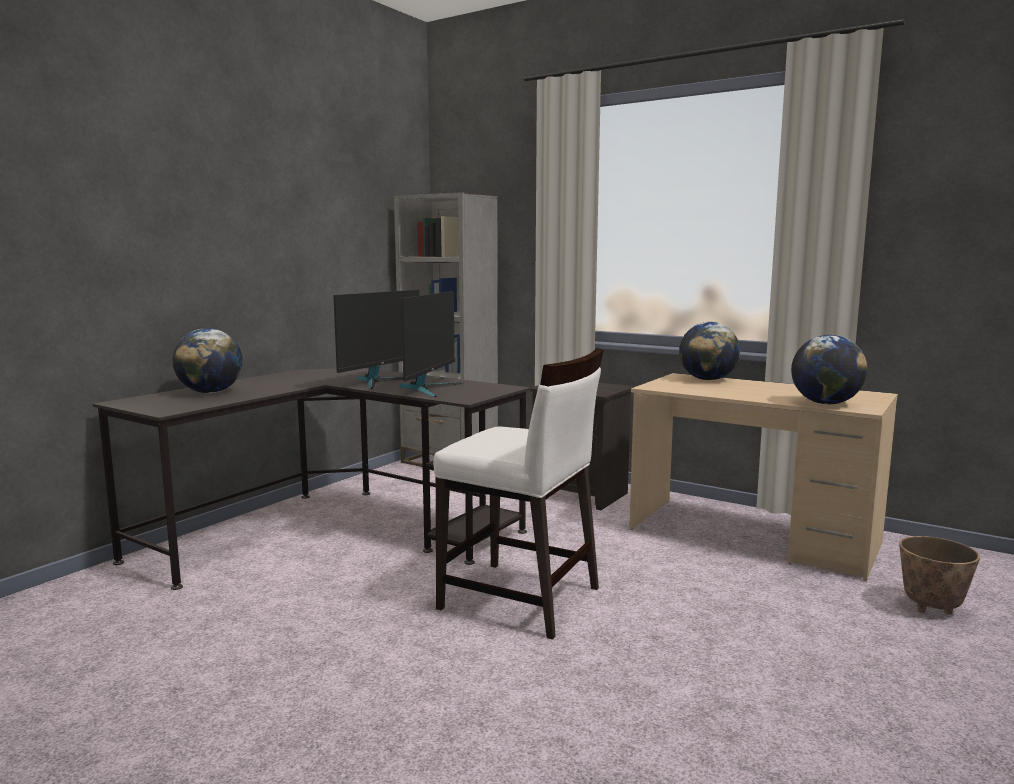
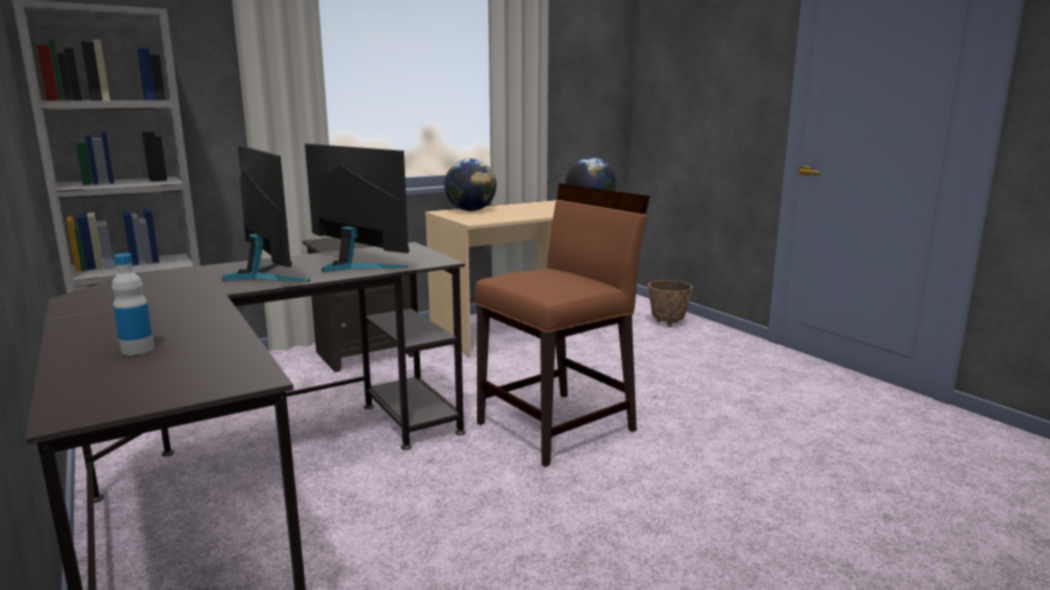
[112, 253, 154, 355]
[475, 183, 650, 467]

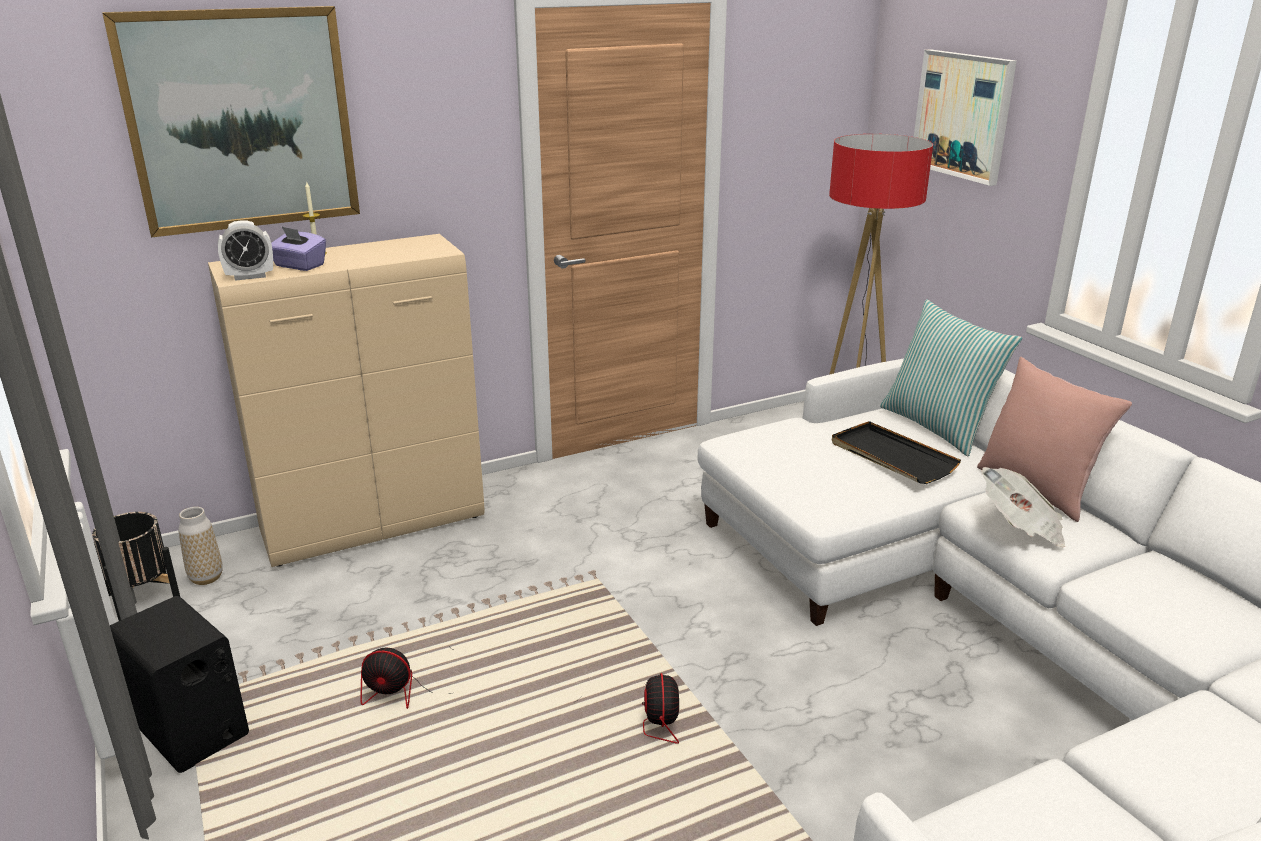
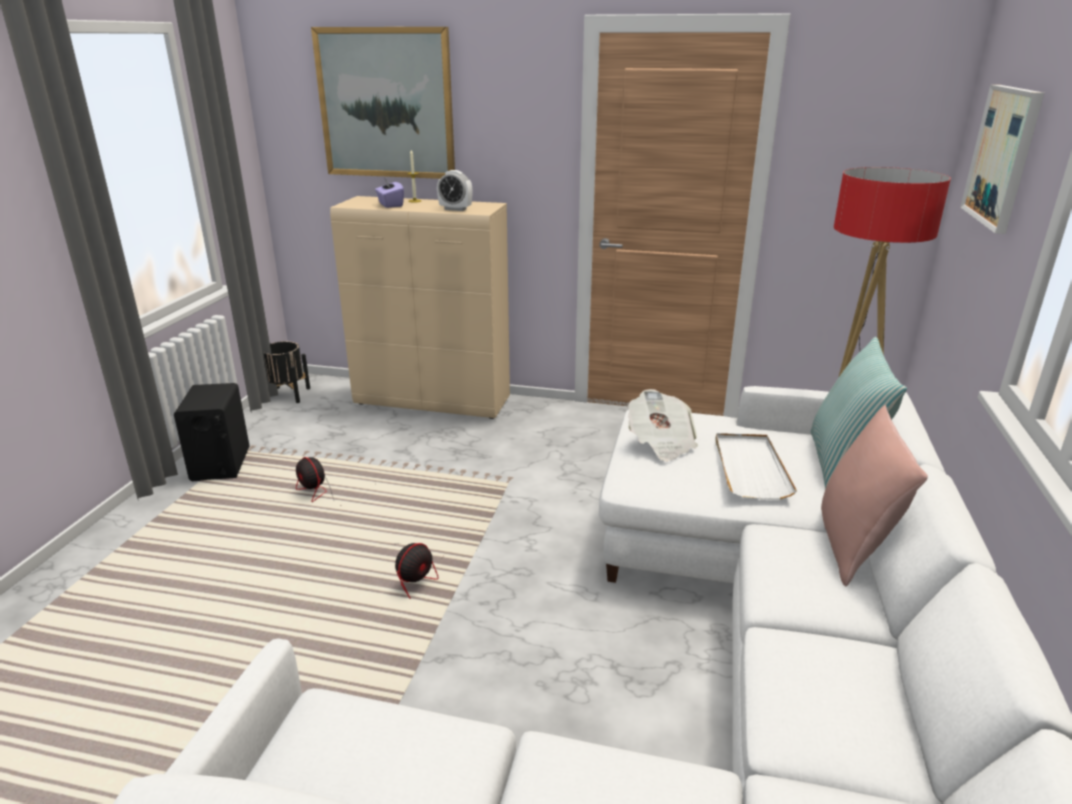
[437, 170, 472, 211]
[628, 389, 698, 462]
[716, 433, 797, 499]
[178, 507, 223, 585] (first image)

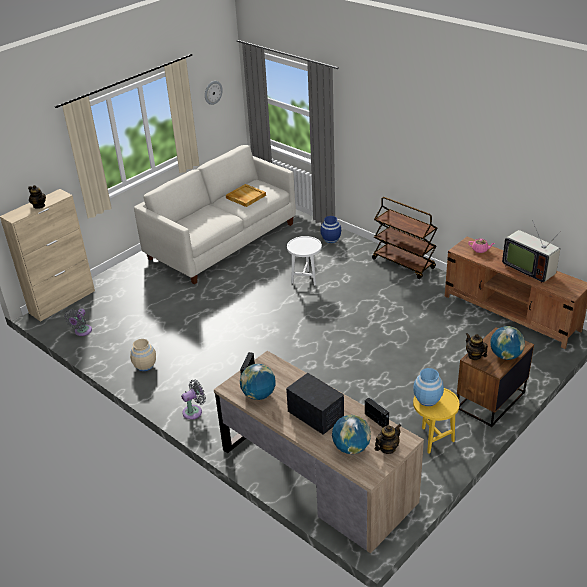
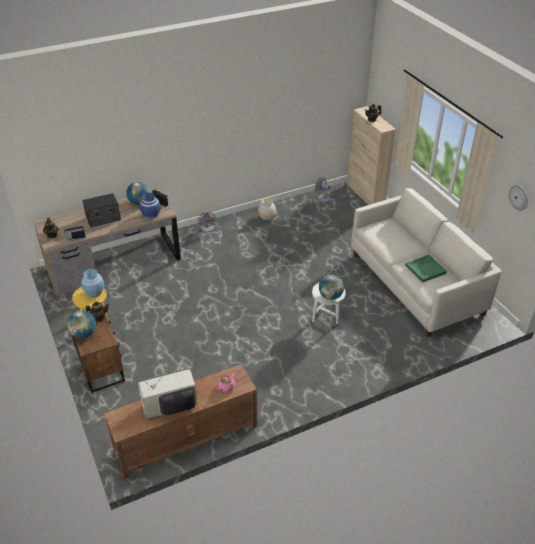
[140, 192, 161, 219]
[319, 274, 344, 300]
[405, 254, 447, 283]
[372, 197, 438, 279] (first image)

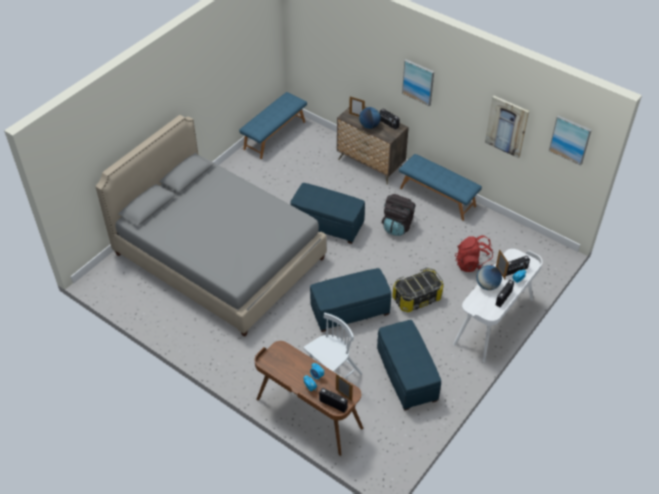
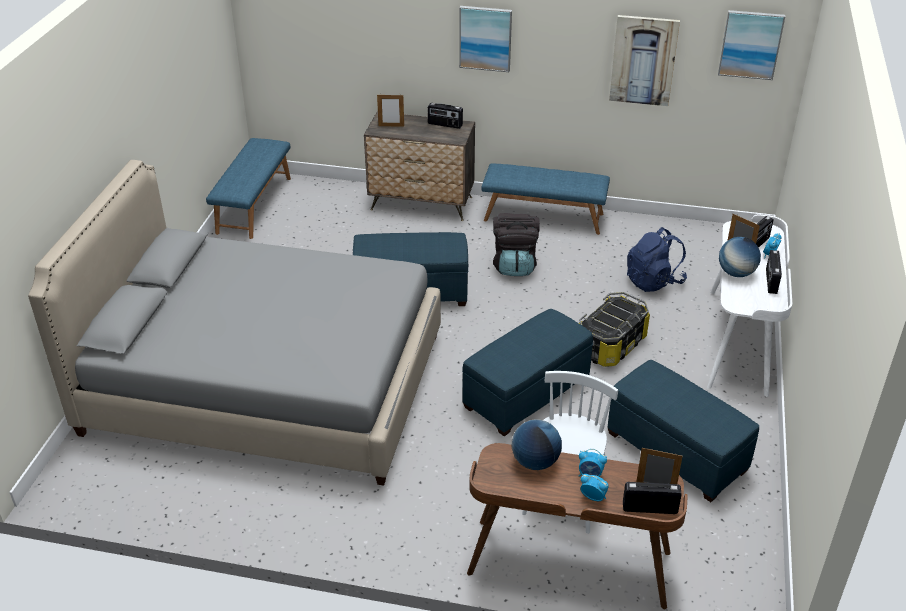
[512, 419, 562, 470]
[627, 227, 687, 292]

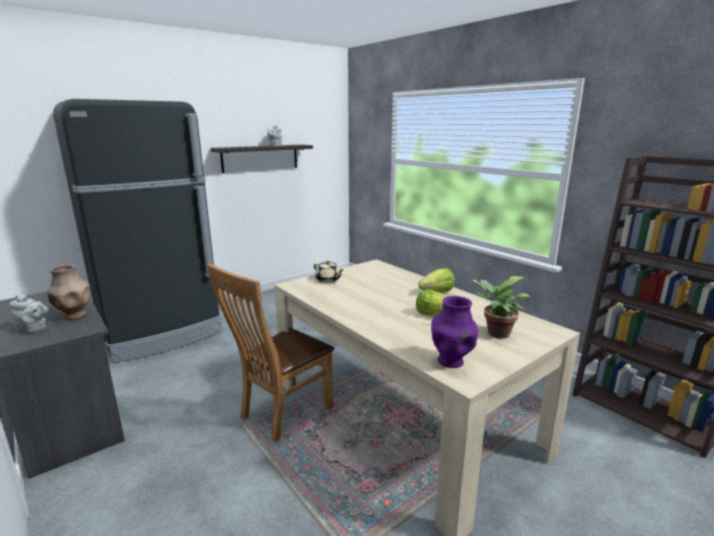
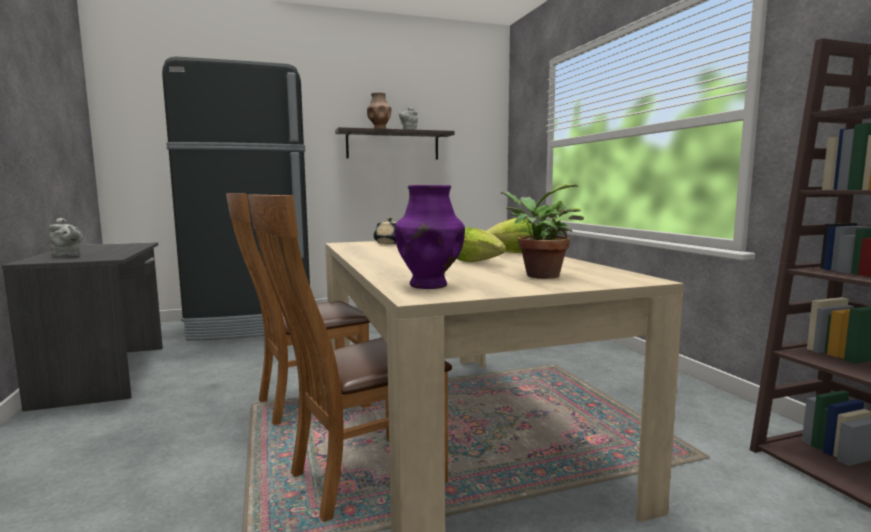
[248, 194, 452, 522]
[367, 93, 392, 129]

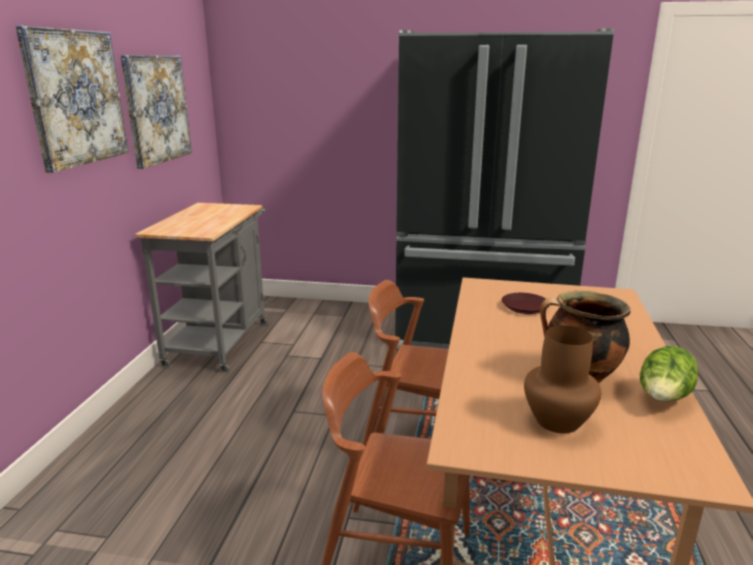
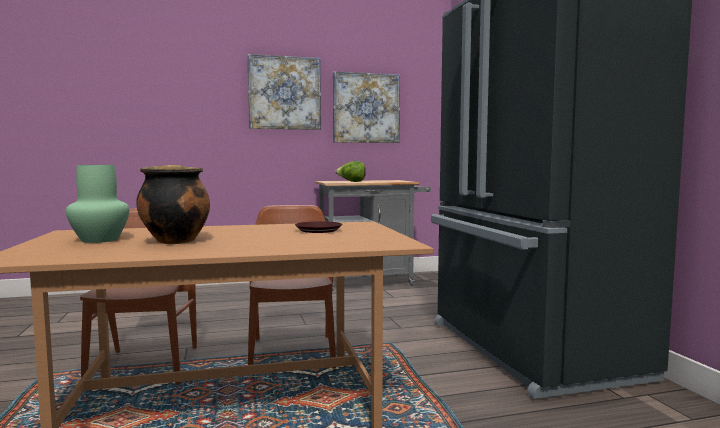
[66, 165, 129, 243]
[335, 161, 366, 182]

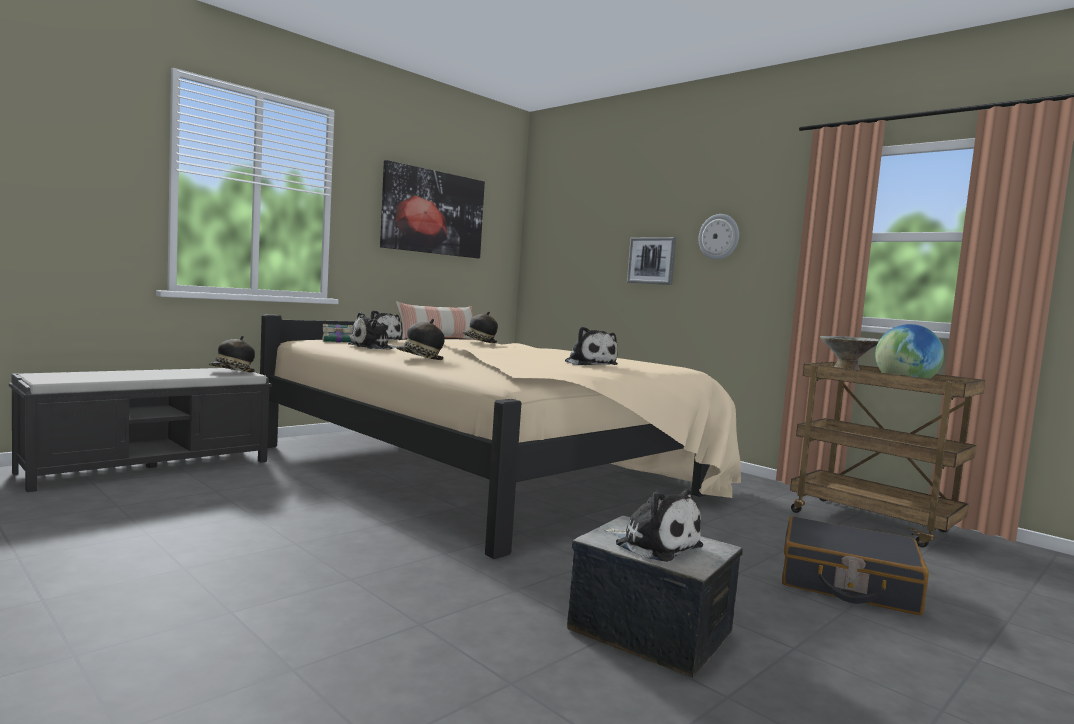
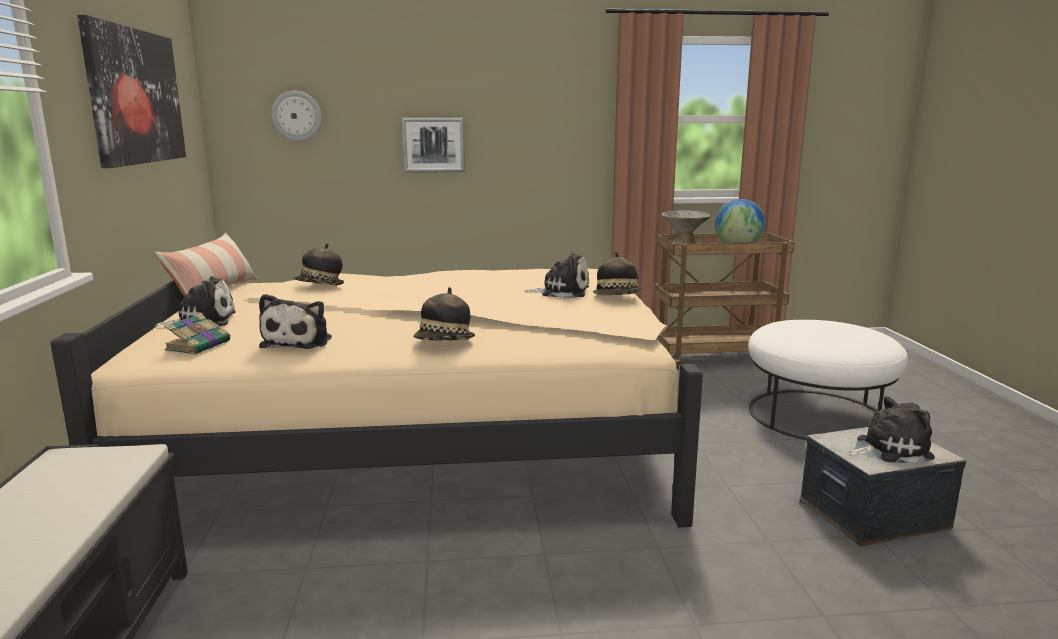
[271, 91, 322, 142]
[593, 252, 643, 295]
[748, 320, 908, 440]

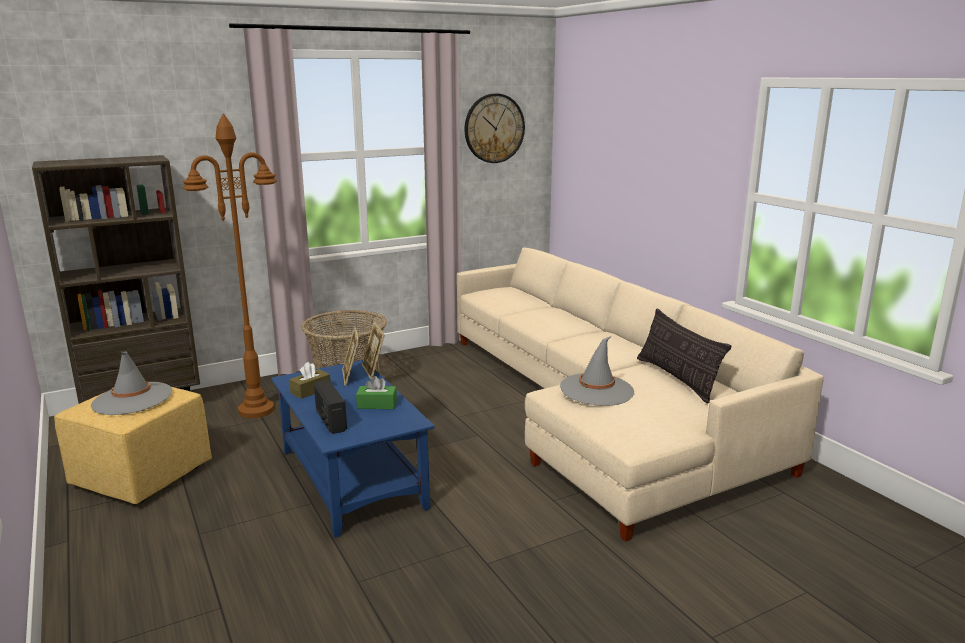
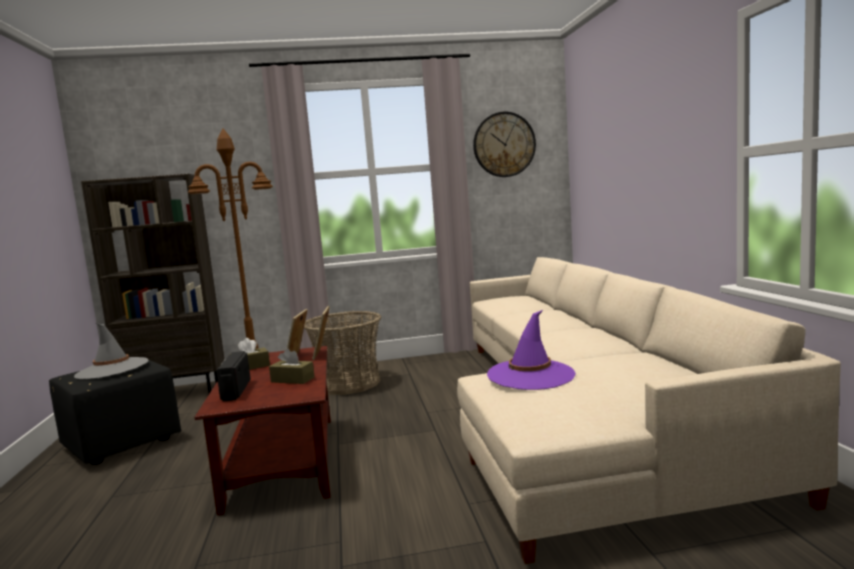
[49, 360, 181, 465]
[194, 346, 331, 516]
[269, 348, 314, 384]
[487, 310, 576, 390]
[637, 308, 731, 403] (first image)

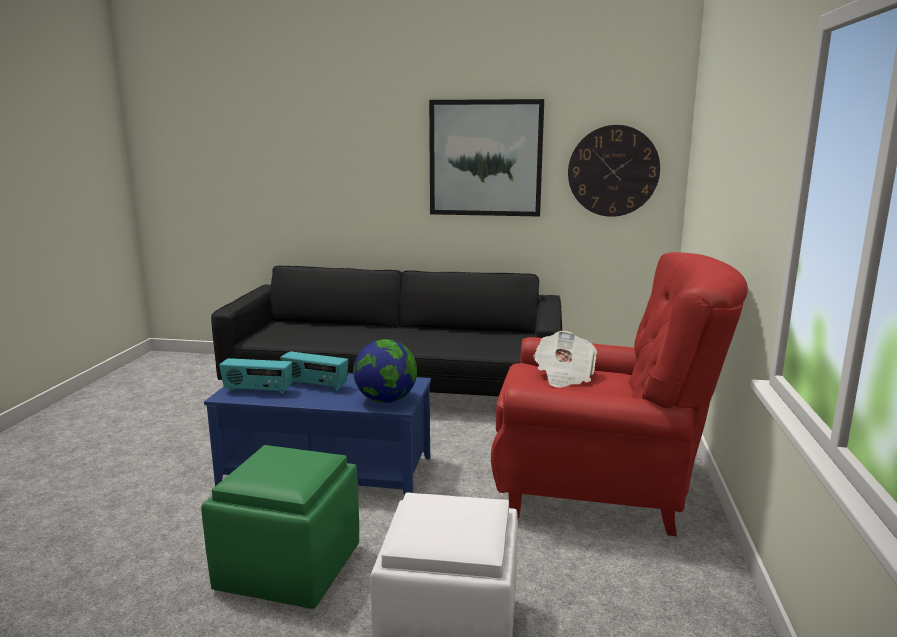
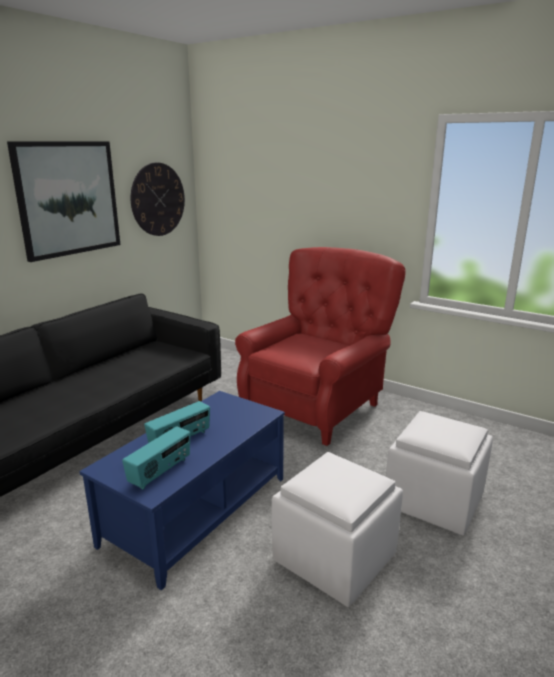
[272, 452, 403, 607]
[353, 339, 417, 403] (first image)
[534, 331, 597, 387] (first image)

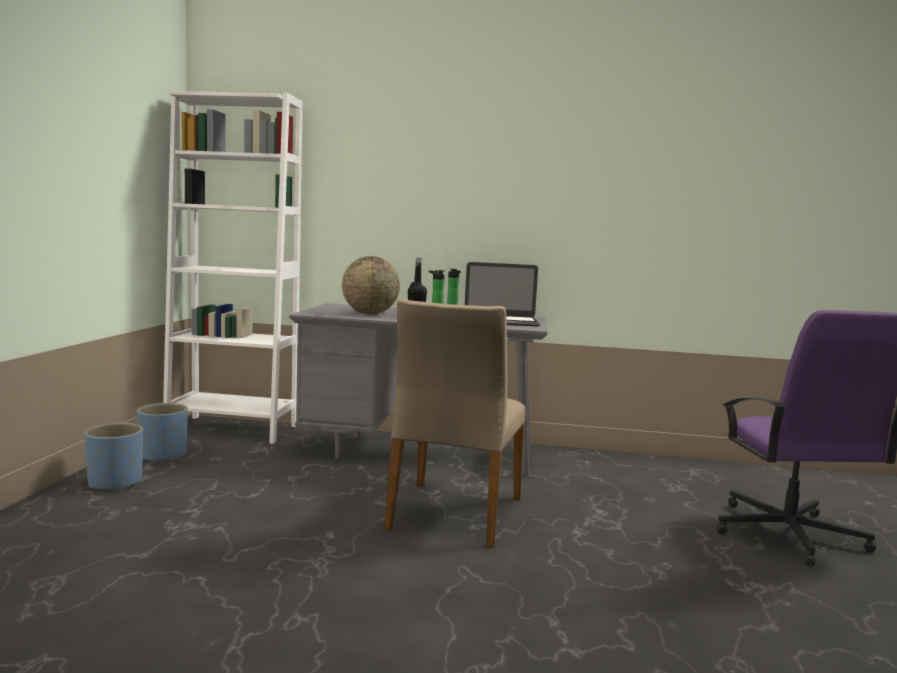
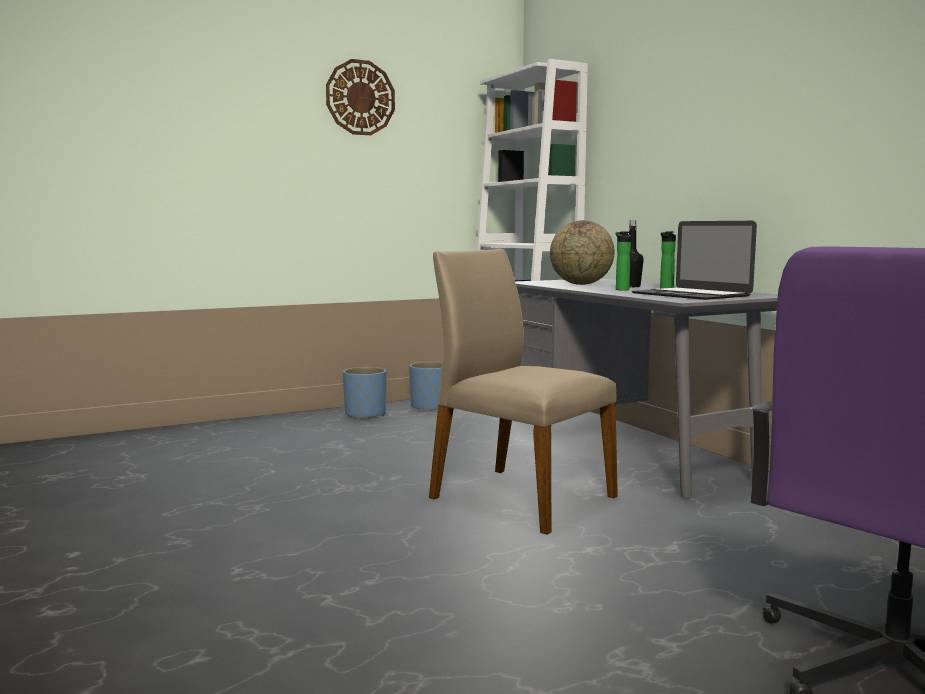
[326, 59, 395, 135]
[429, 249, 618, 535]

